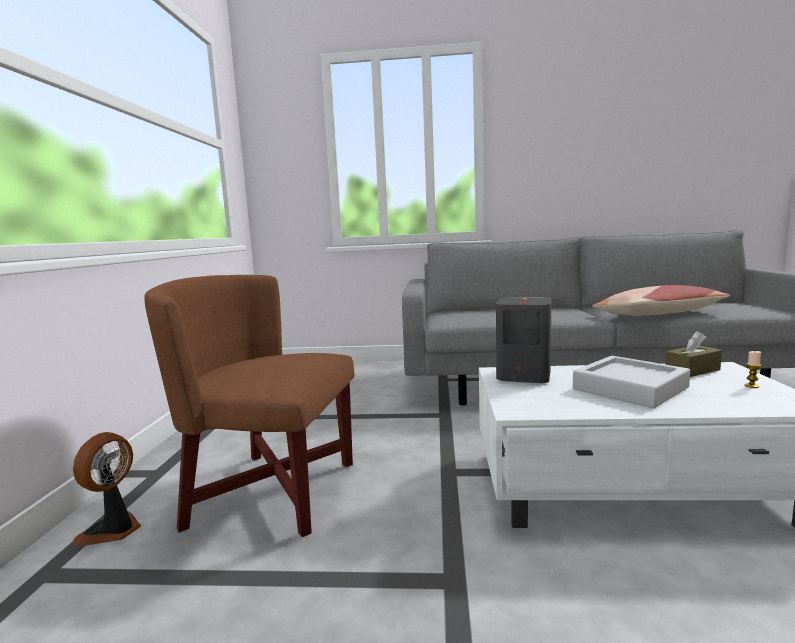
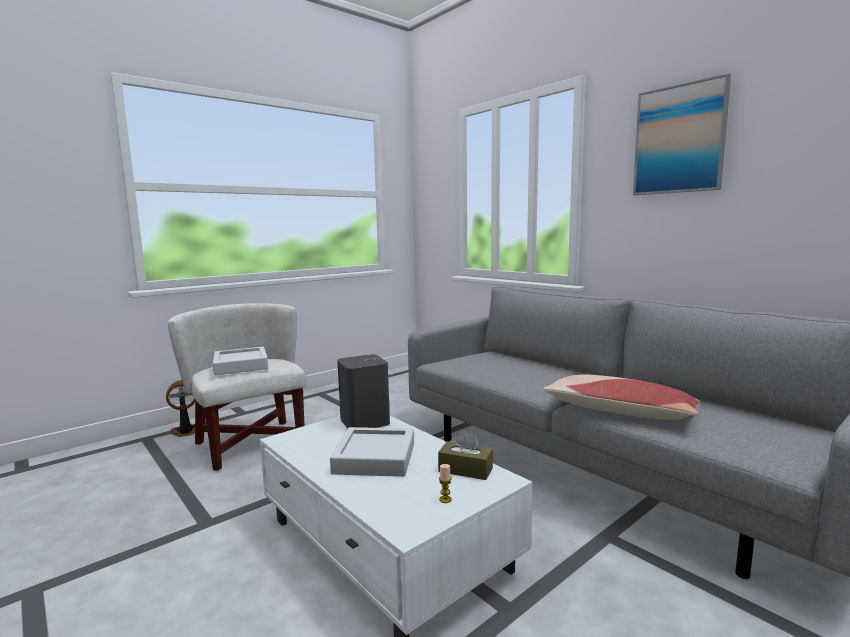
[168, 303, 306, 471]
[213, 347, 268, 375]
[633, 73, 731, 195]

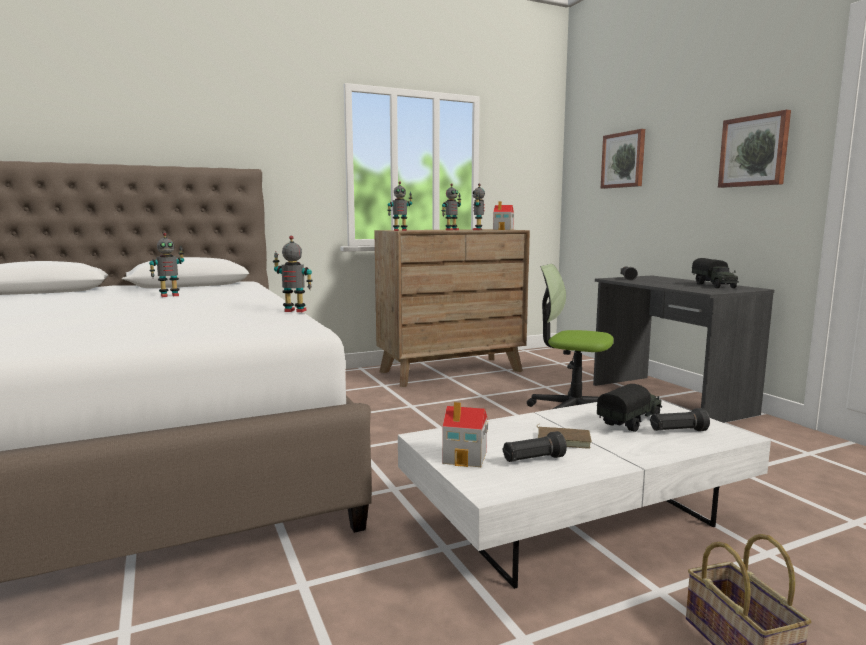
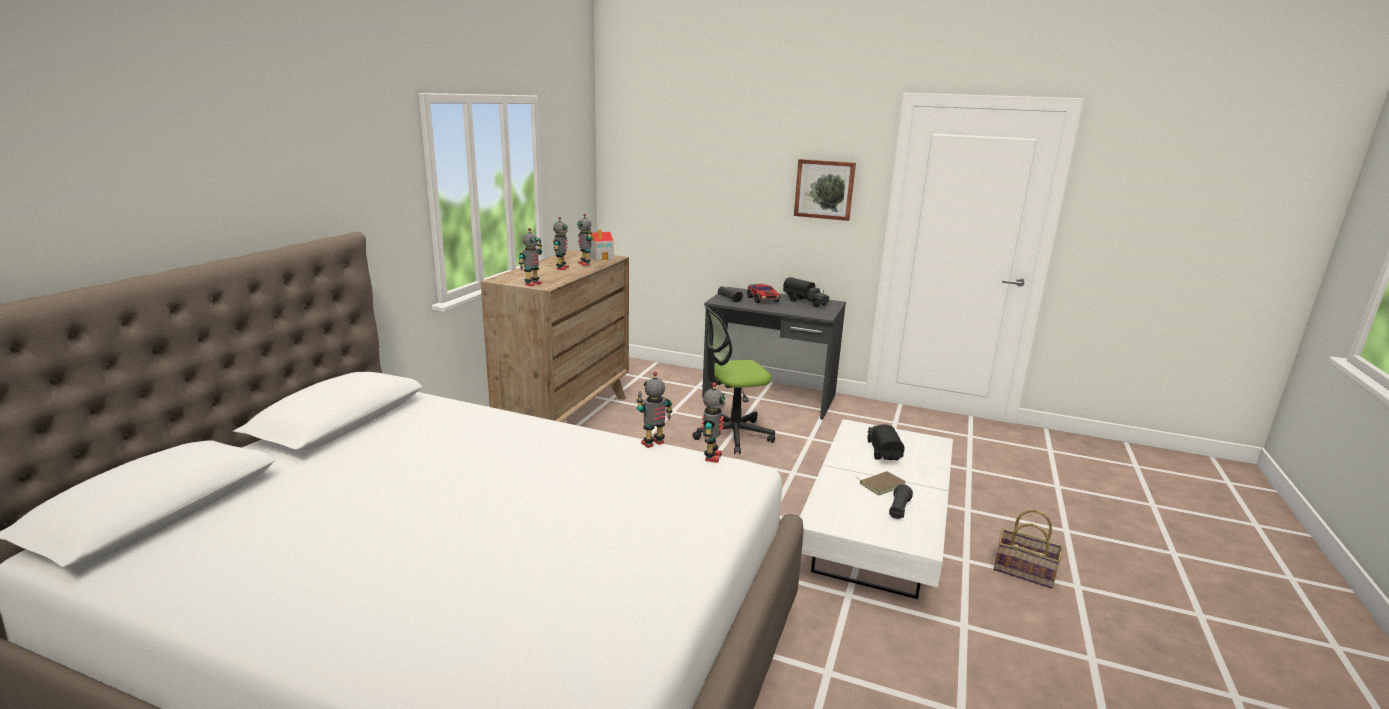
[701, 382, 726, 463]
[747, 284, 780, 303]
[442, 402, 488, 467] (first image)
[600, 129, 645, 189] (first image)
[650, 408, 710, 431] (first image)

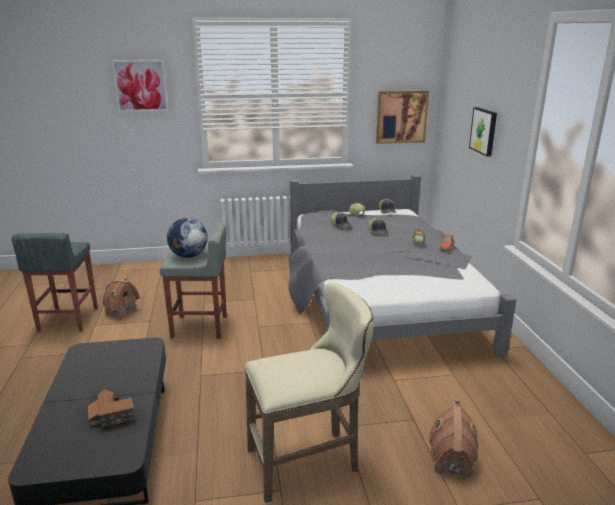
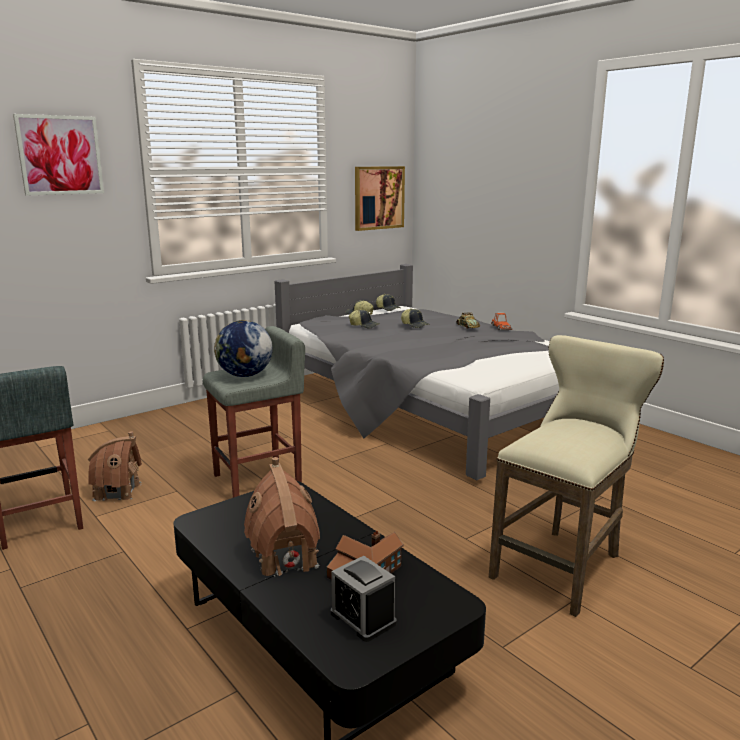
[244, 457, 320, 579]
[331, 556, 397, 642]
[469, 107, 497, 156] (first image)

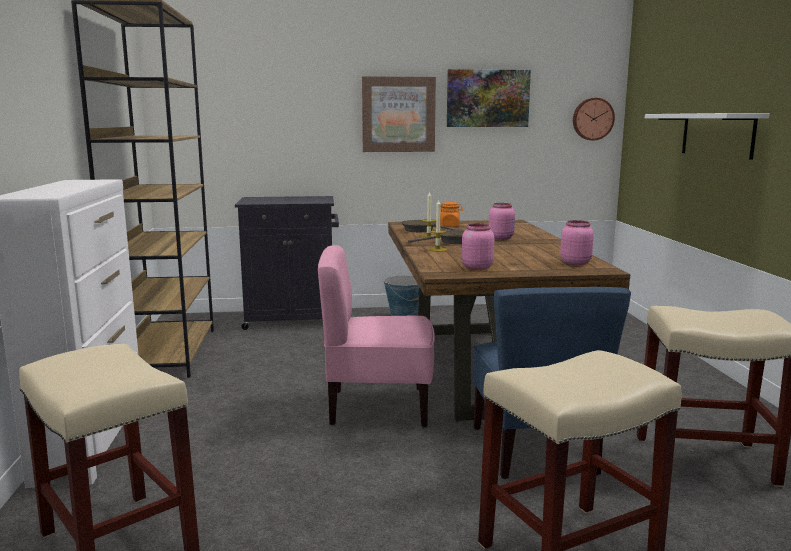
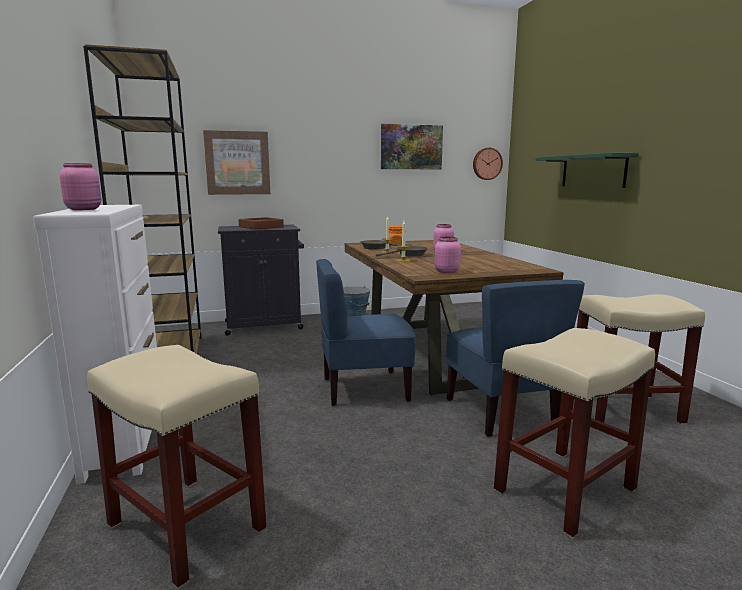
[60, 163, 101, 210]
[203, 130, 270, 195]
[238, 217, 284, 229]
[316, 259, 416, 406]
[535, 153, 639, 188]

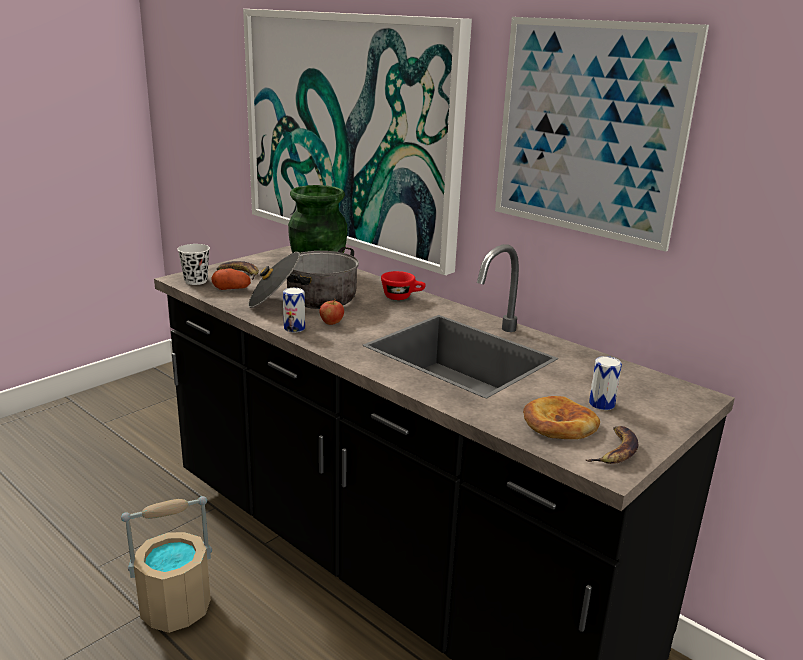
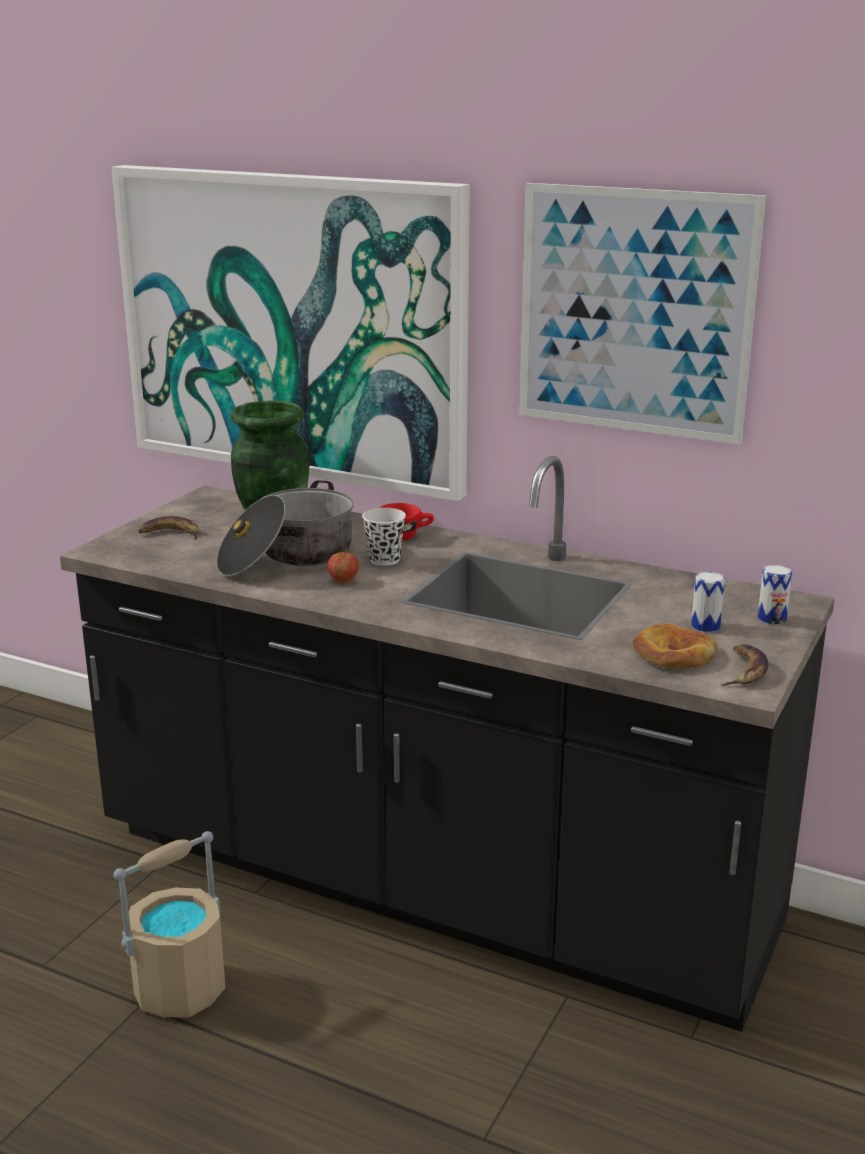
[362, 508, 406, 566]
[758, 565, 792, 625]
[211, 269, 251, 290] (first image)

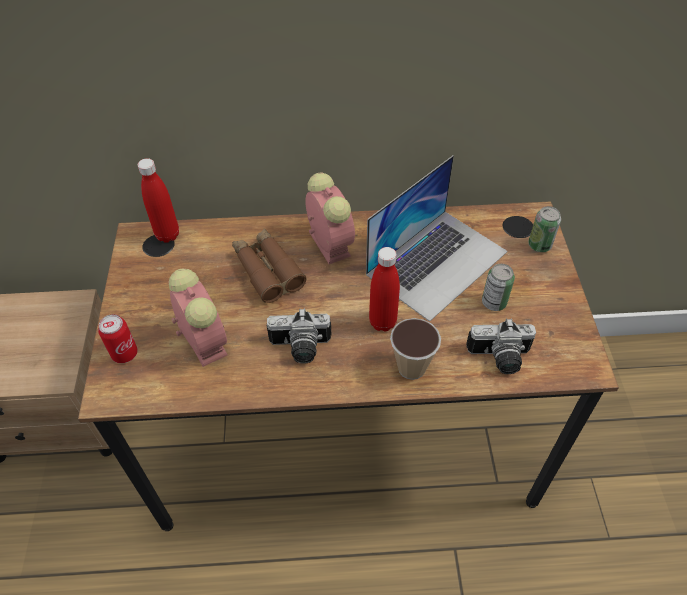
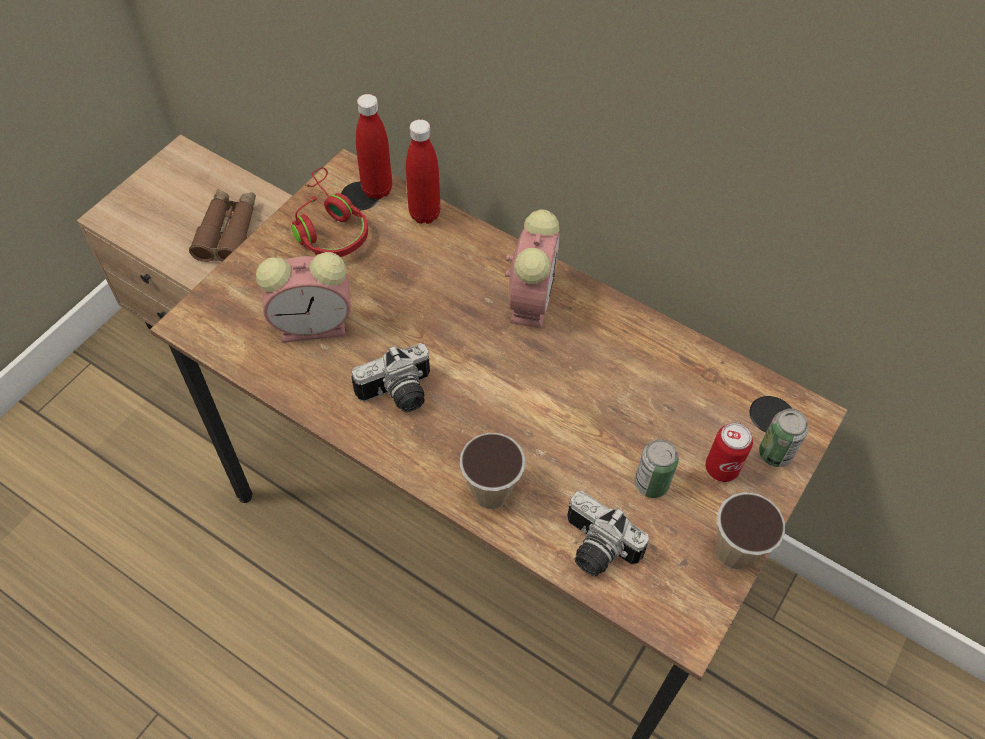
[189, 189, 256, 262]
[256, 252, 351, 343]
[291, 167, 368, 257]
[351, 343, 430, 412]
[406, 119, 440, 224]
[705, 422, 753, 482]
[716, 492, 785, 569]
[366, 155, 508, 322] (first image)

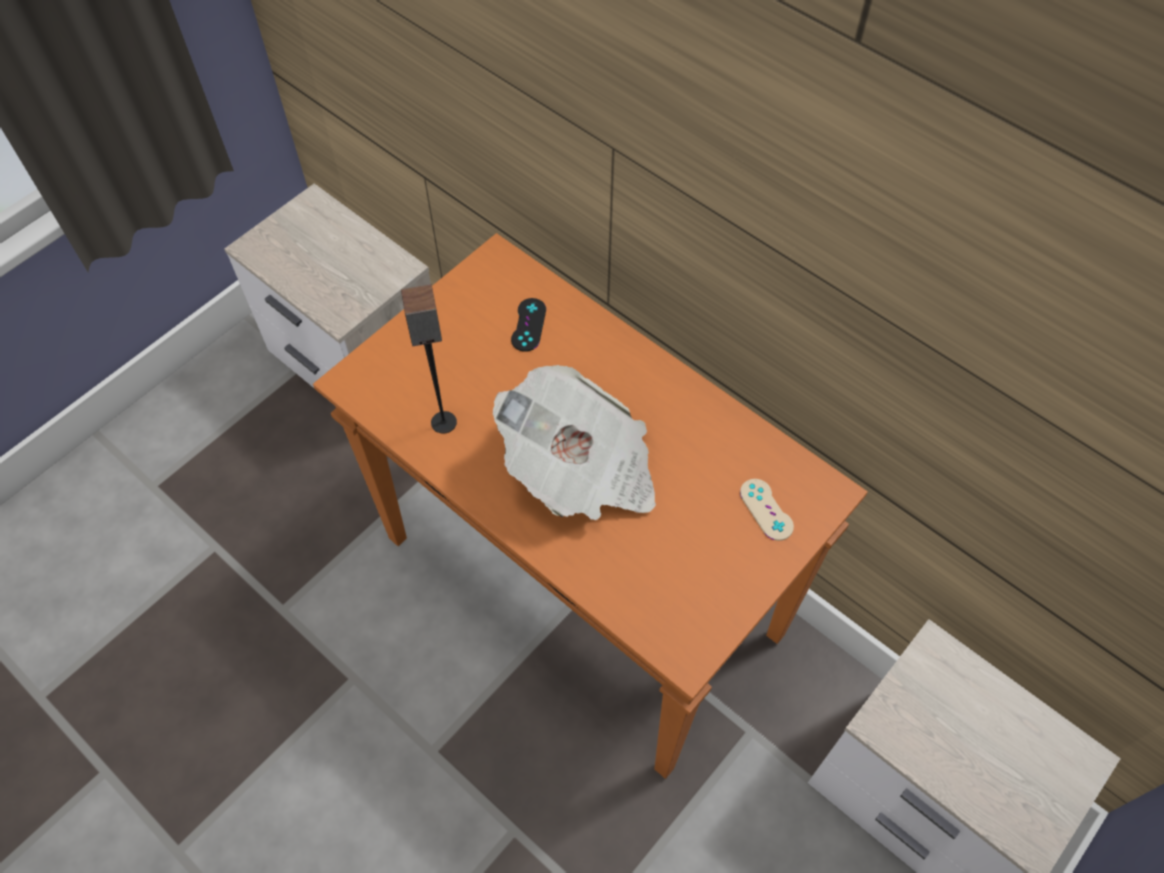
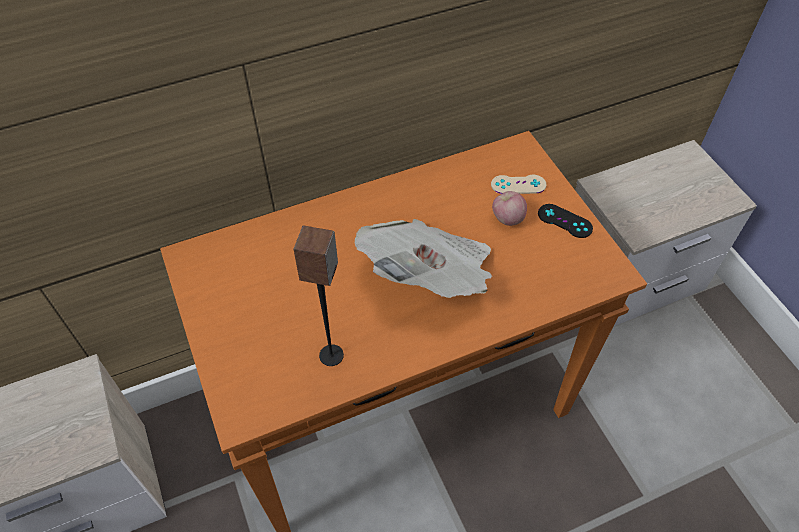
[492, 191, 527, 226]
[538, 204, 593, 238]

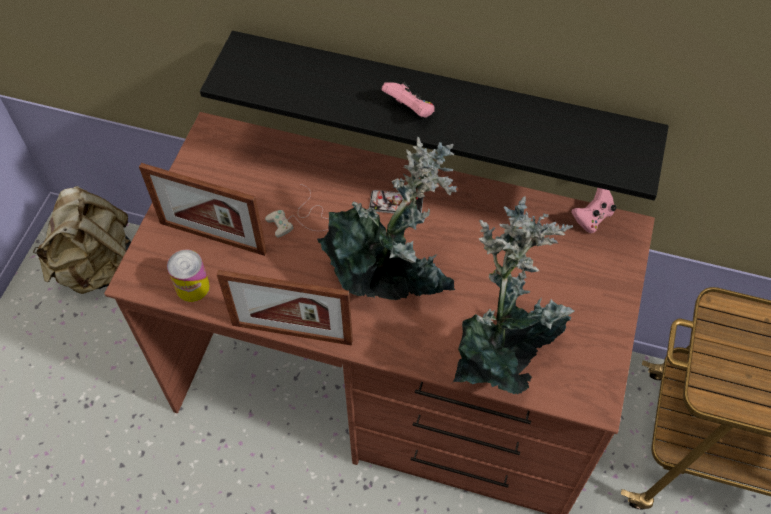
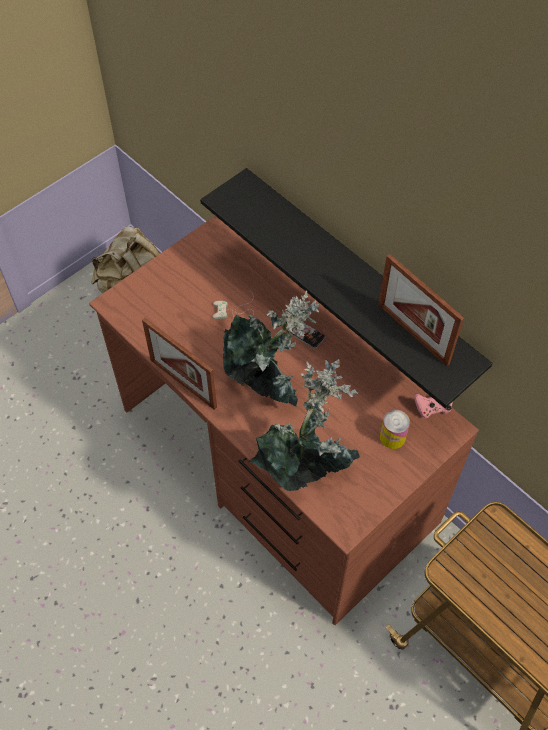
[378, 254, 464, 366]
[380, 410, 410, 449]
[381, 82, 435, 118] (first image)

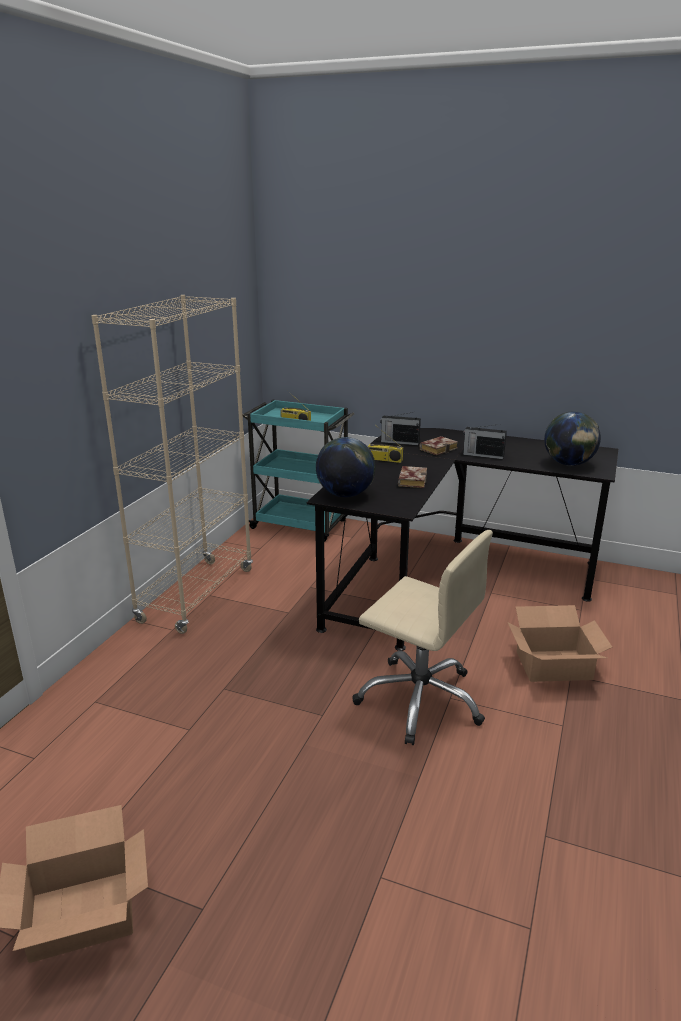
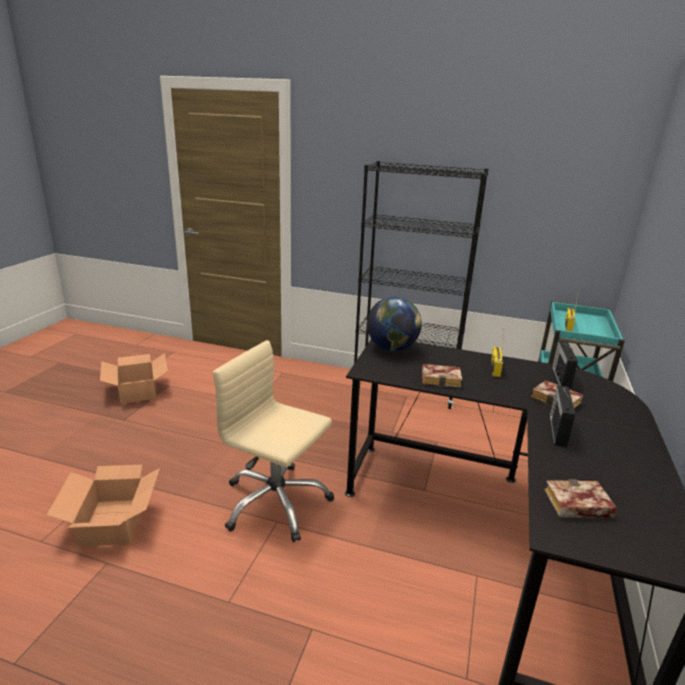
[47, 465, 160, 547]
[213, 340, 334, 542]
[354, 161, 488, 409]
[544, 479, 617, 518]

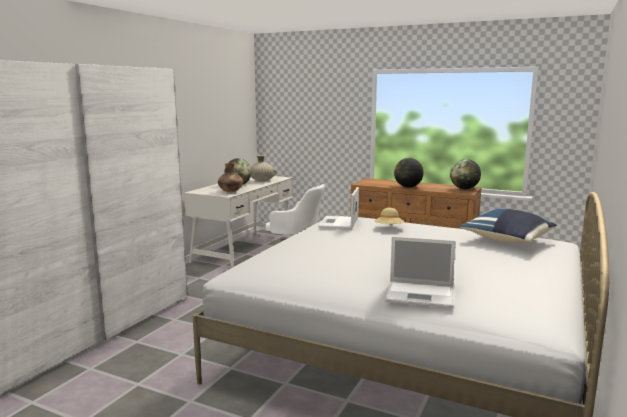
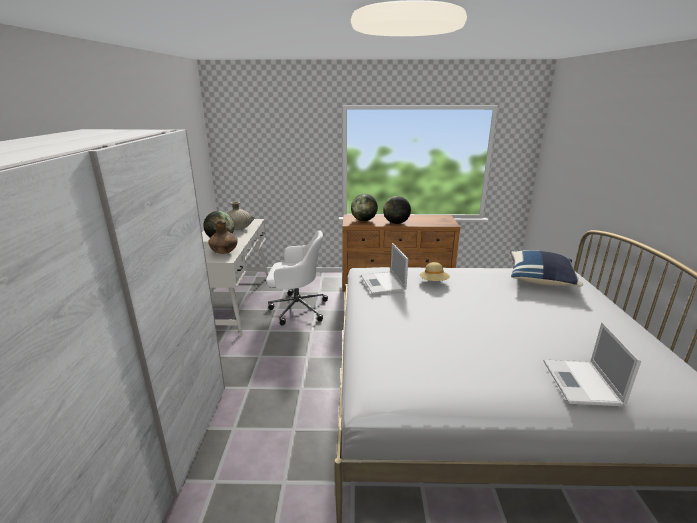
[351, 194, 378, 221]
[543, 322, 641, 406]

